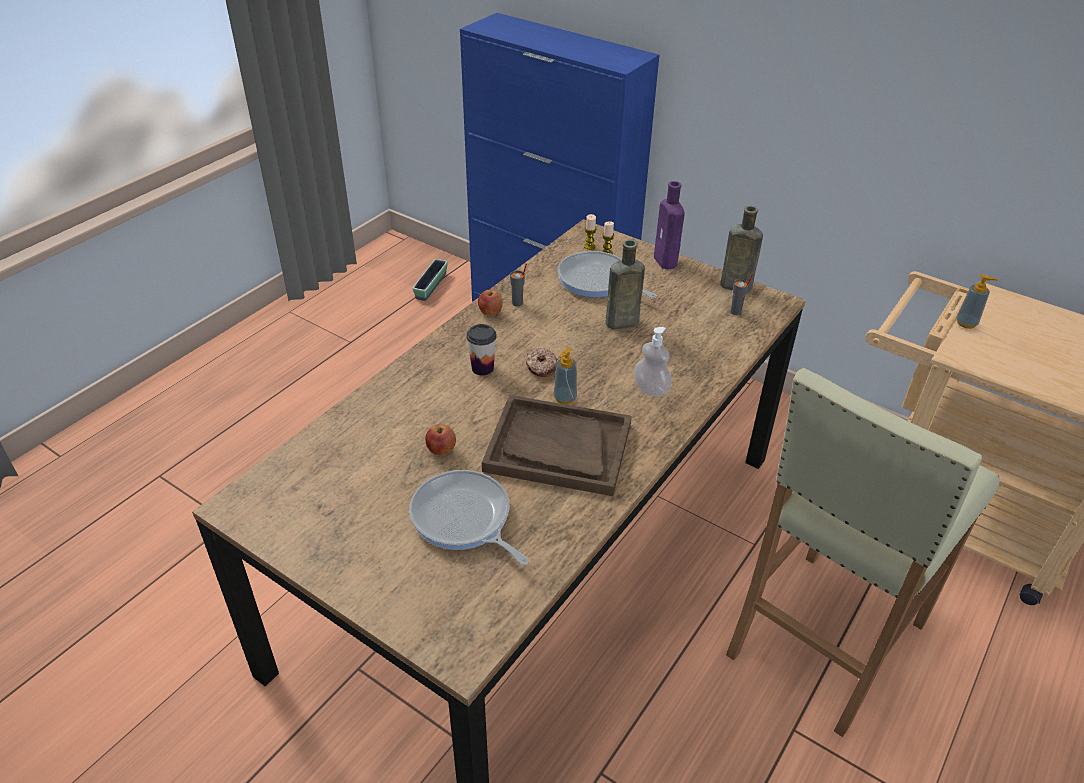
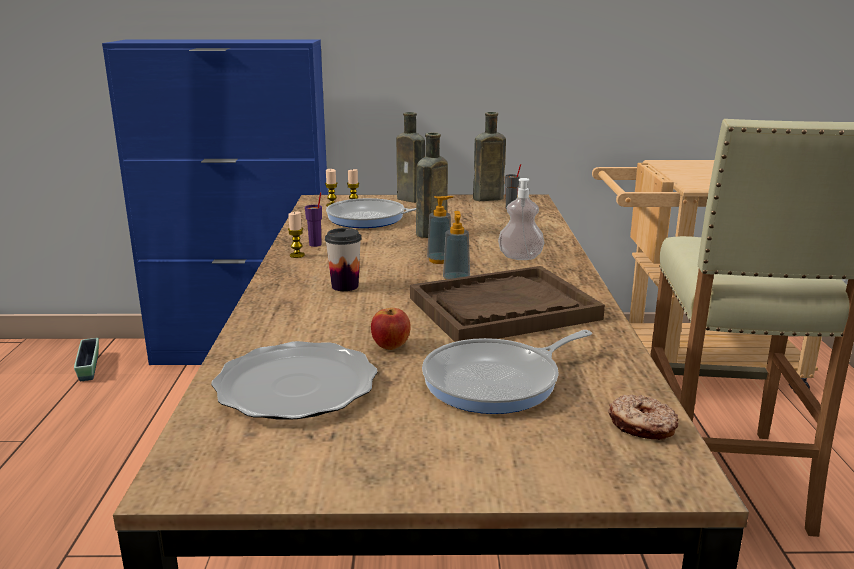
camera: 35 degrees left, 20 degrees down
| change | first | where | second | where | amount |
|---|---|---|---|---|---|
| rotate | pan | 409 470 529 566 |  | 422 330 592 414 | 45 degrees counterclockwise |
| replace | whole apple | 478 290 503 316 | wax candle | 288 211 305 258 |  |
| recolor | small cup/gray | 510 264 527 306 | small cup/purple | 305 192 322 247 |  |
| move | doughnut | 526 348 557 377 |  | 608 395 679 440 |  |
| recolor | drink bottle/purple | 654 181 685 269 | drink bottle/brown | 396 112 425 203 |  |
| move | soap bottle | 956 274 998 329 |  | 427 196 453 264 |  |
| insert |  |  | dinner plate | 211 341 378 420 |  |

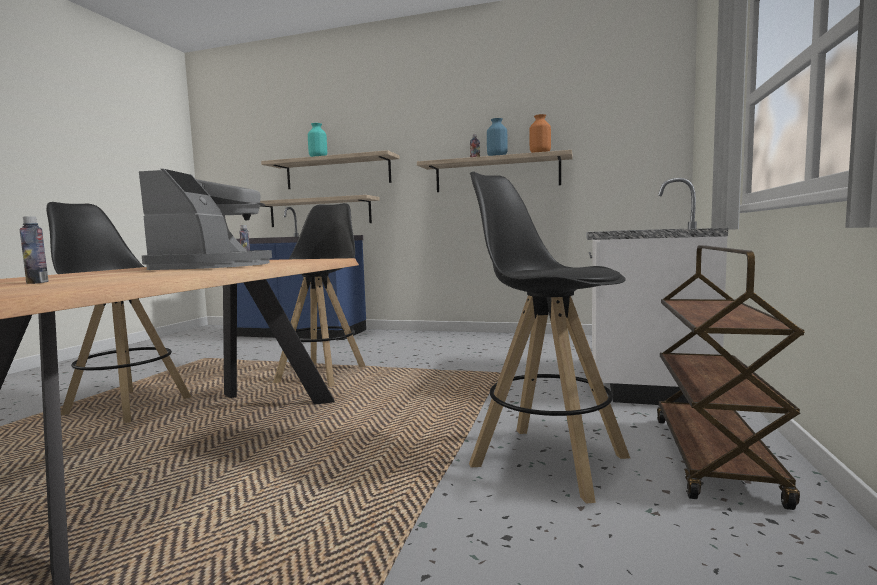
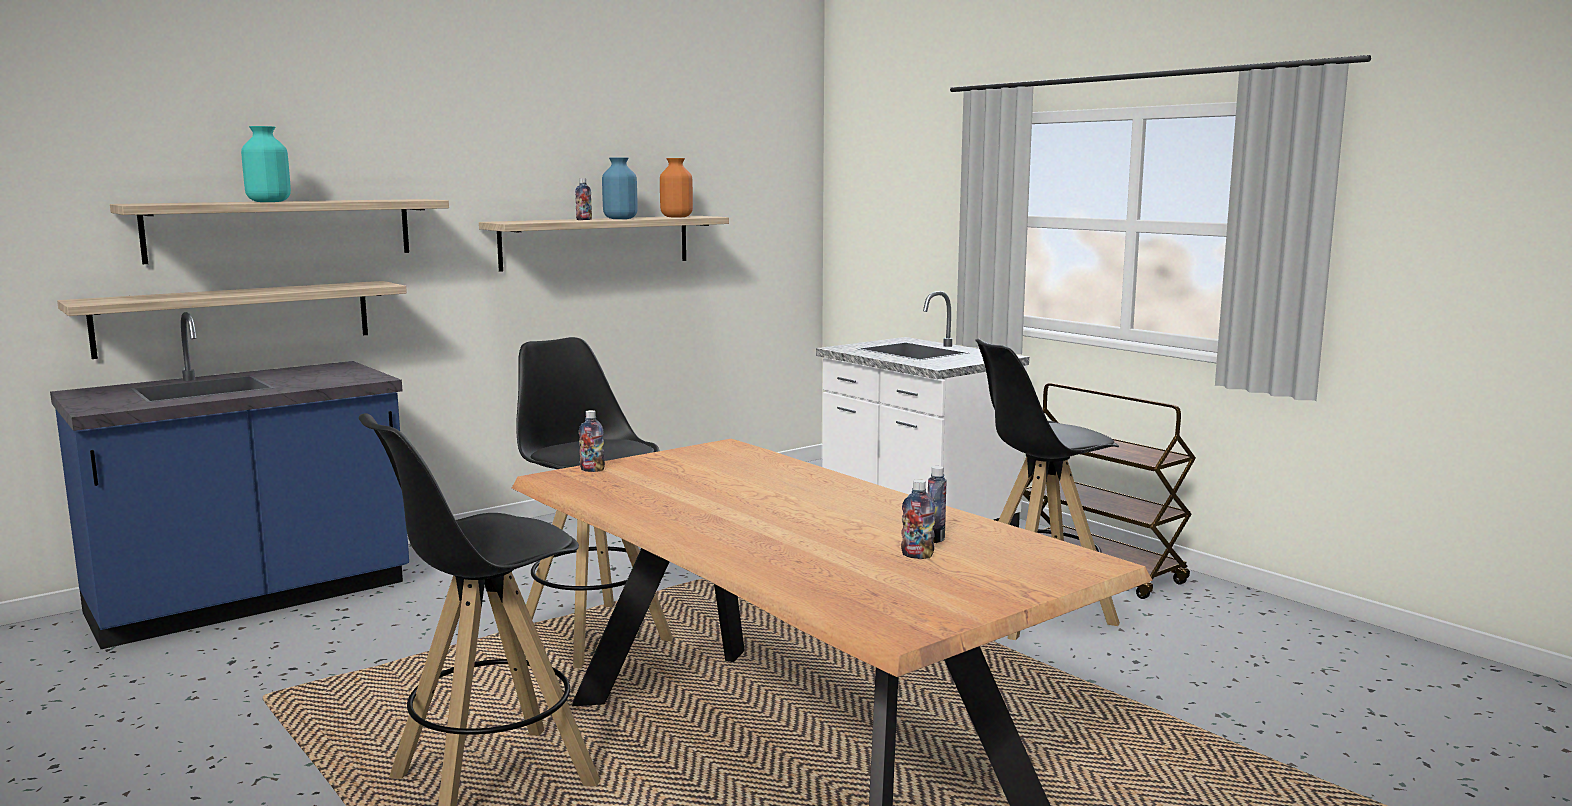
camera: 55 degrees left, 5 degrees up
| change | first | where | second | where | amount |
|---|---|---|---|---|---|
| delete | coffee brewer | 139 169 272 270 |  |  |  |
| insert |  |  | drink bottle | 928 466 947 543 |  |

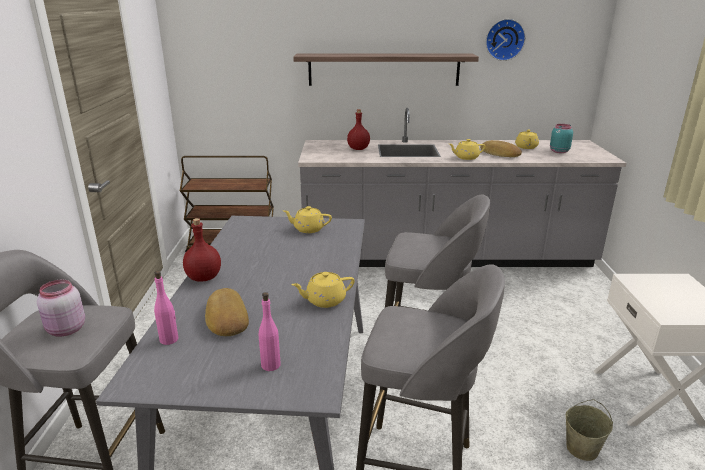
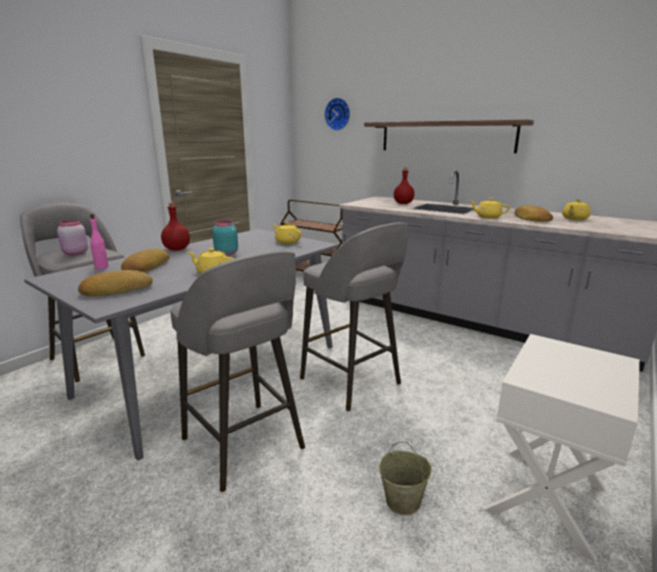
camera: 35 degrees right, 5 degrees down
| change | first | where | second | where | amount |
|---|---|---|---|---|---|
| replace | drink bottle/pink | 259 292 280 371 | bakery bread | 78 270 153 296 |  |
| move | hanging clock | 486 19 526 61 |  | 324 98 350 131 |  |
| move | jar/blue-green | 550 124 573 153 |  | 212 220 238 256 |  |

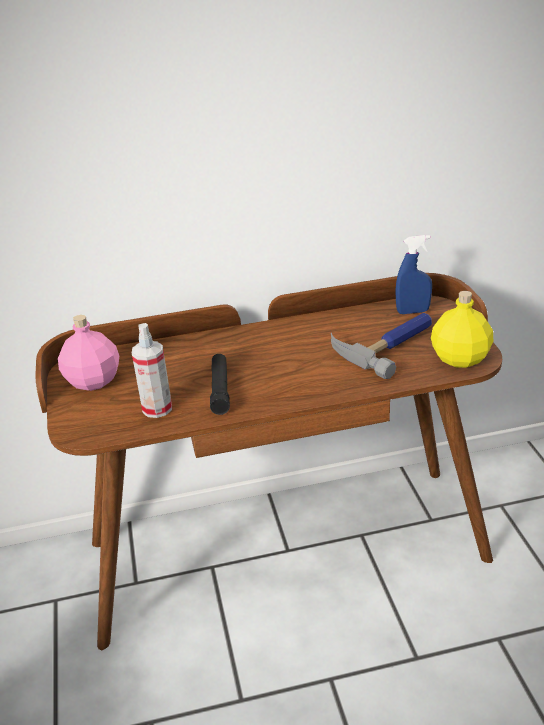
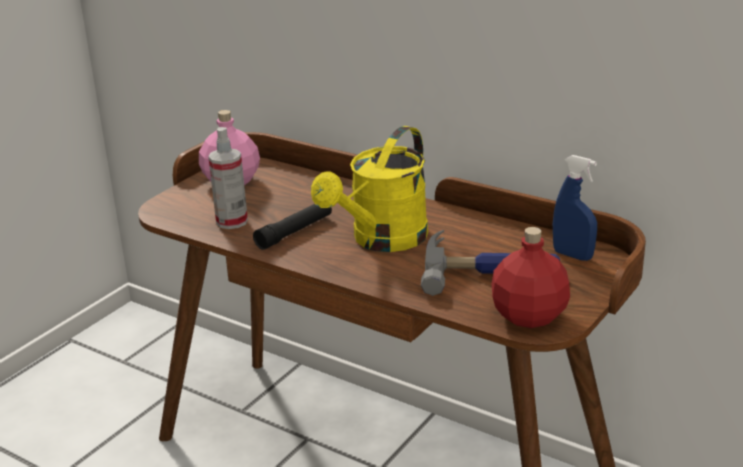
camera: 45 degrees right, 5 degrees down
| change | first | where | second | where | amount |
|---|---|---|---|---|---|
| recolor | drink bottle/yellow | 431 291 493 368 | drink bottle/red | 491 227 570 328 |  |
| insert |  |  | watering pot/yellow | 311 126 428 252 |  |

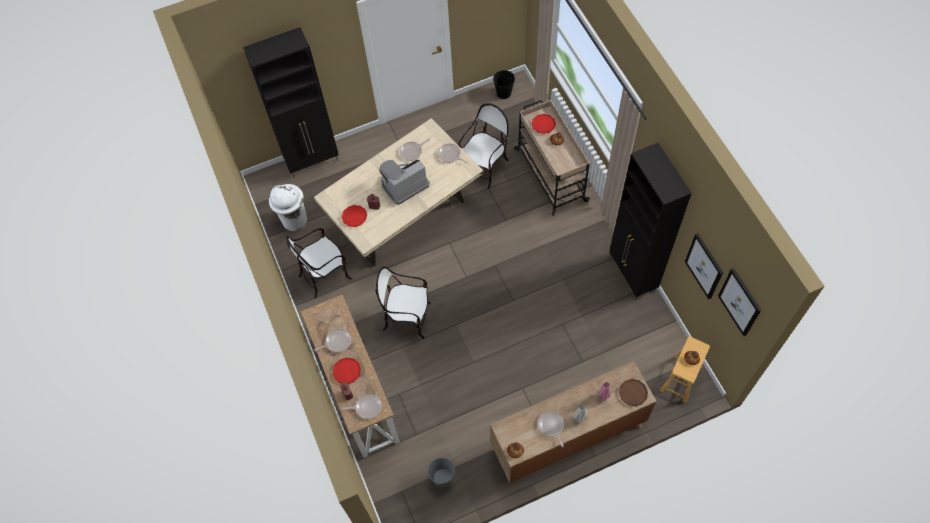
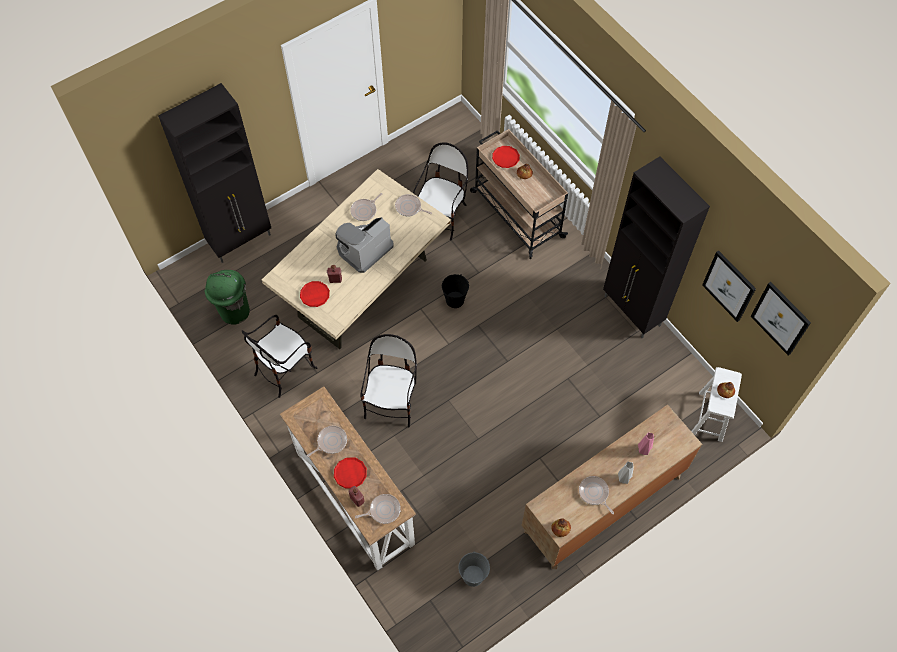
camera: 15 degrees left, 0 degrees up
| change | first | where | second | where | amount |
|---|---|---|---|---|---|
| recolor | waste bin/white-coloured | 269 184 307 231 | waste bin/green-coloured | 205 270 250 325 |  |
| rotate | plain chair | 375 266 431 339 |  | 360 334 417 427 | 105 degrees clockwise |
| move | bucket/black | 493 70 515 99 |  | 442 274 469 308 |  |
| delete | dinner plate/brown | 619 379 648 406 |  |  |  |
| recolor | sitting stool/brown | 660 336 710 403 | sitting stool/white-coloured | 691 367 742 442 |  |

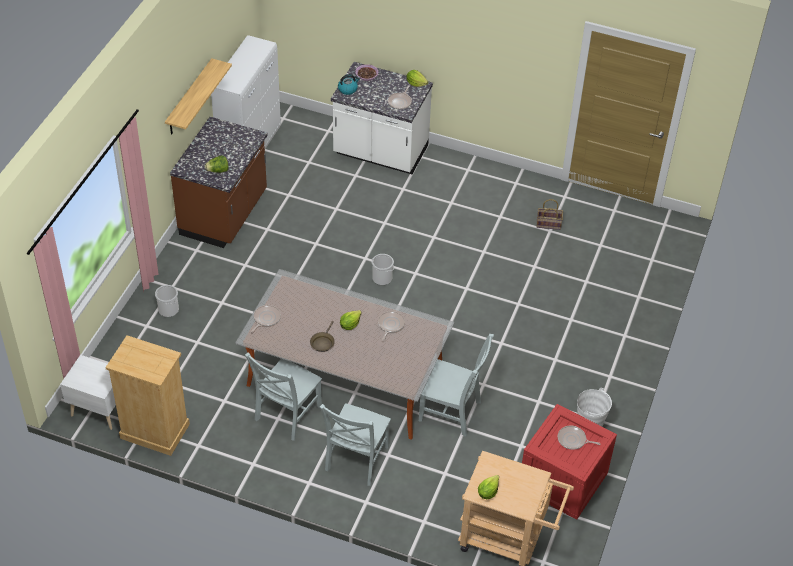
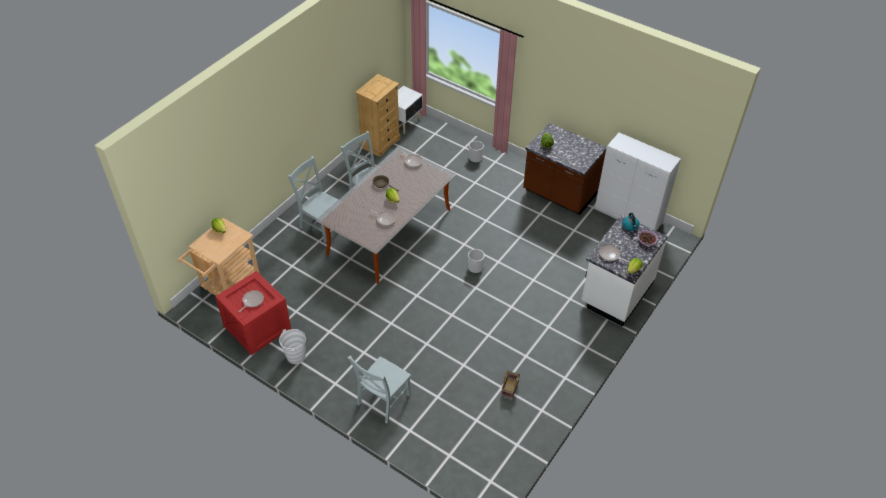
camera: 105 degrees right, 0 degrees up
| change | first | where | second | where | amount |
|---|---|---|---|---|---|
| delete | wall shelf | 165 58 232 135 |  |  |  |
| move | plain chair/gray | 419 334 494 437 |  | 348 355 411 423 |  |

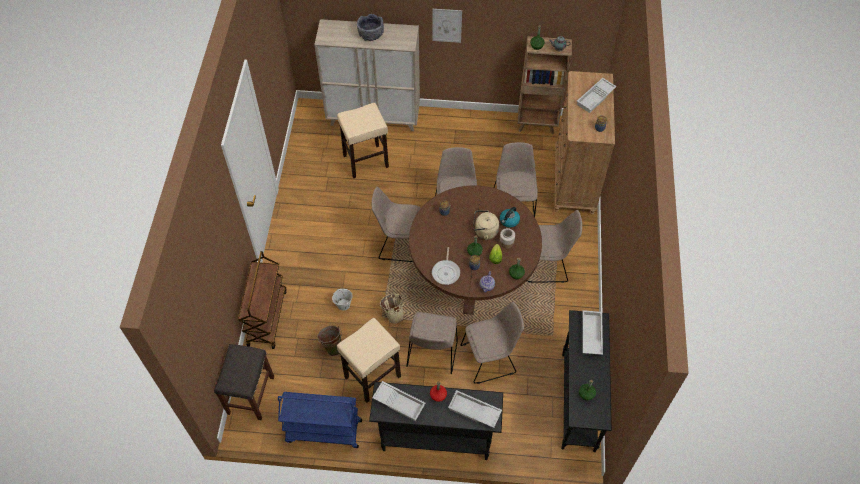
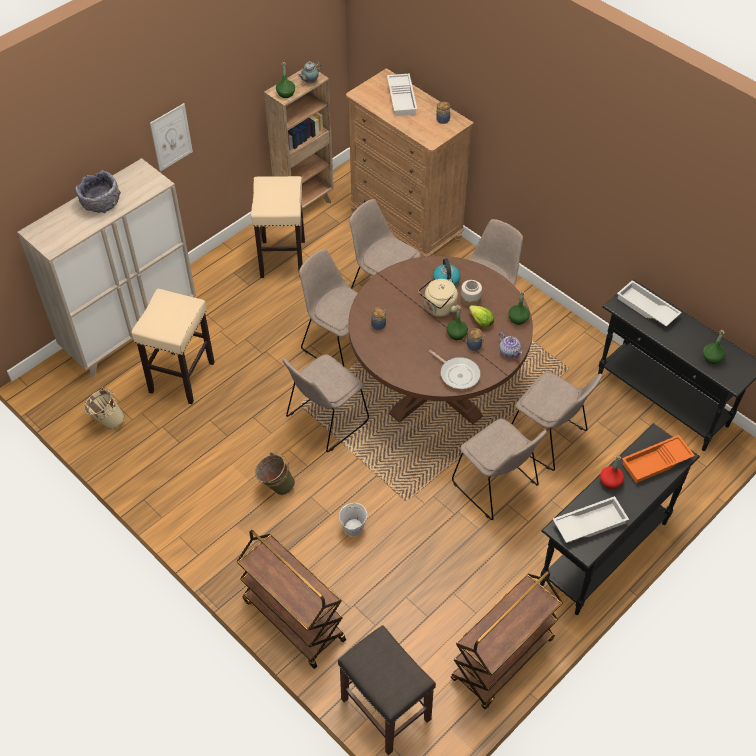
camera: 50 degrees left, 5 degrees down
| change | first | where | second | where | amount |
|---|---|---|---|---|---|
| recolor | cart/blue-coloured | 278 392 362 448 | cart/brown | 451 571 563 709 |  |
| move | bucket/green-coloured | 317 326 342 356 |  | 255 453 295 495 |  |
| move | sitting stool/sand-coloured | 337 318 401 403 |  | 251 176 305 278 |  |
| move | bucket/sand-coloured | 380 294 404 324 |  | 84 388 125 429 |  |
| recolor | serving tray/white-coloured | 448 390 502 428 | serving tray/orange | 622 435 695 483 |  |
| rotate | plain chair/sand-coloured | 460 302 524 384 |  | 512 372 602 471 | 105 degrees clockwise |

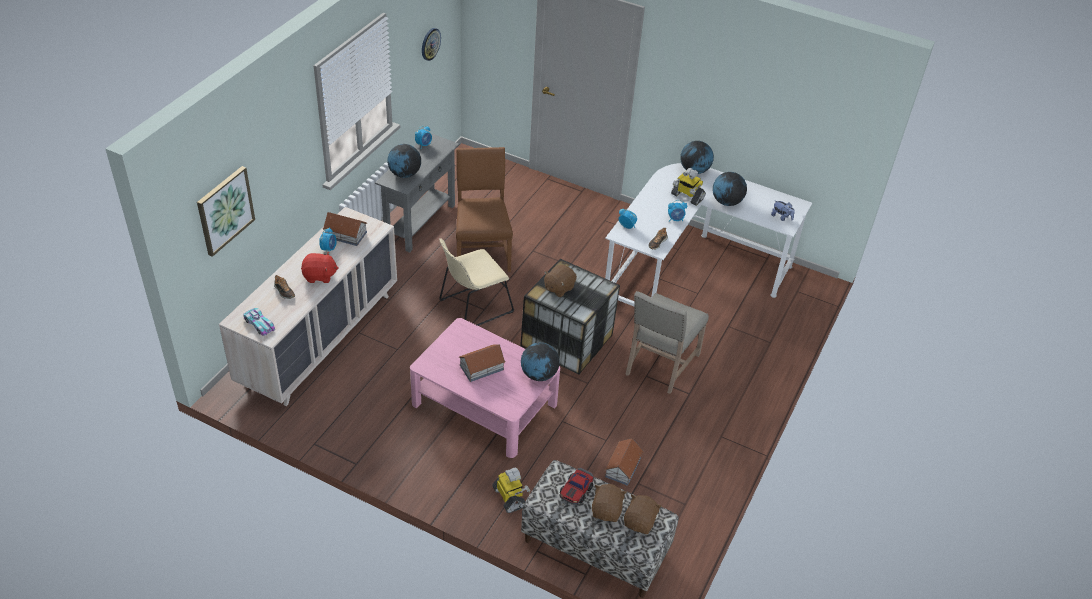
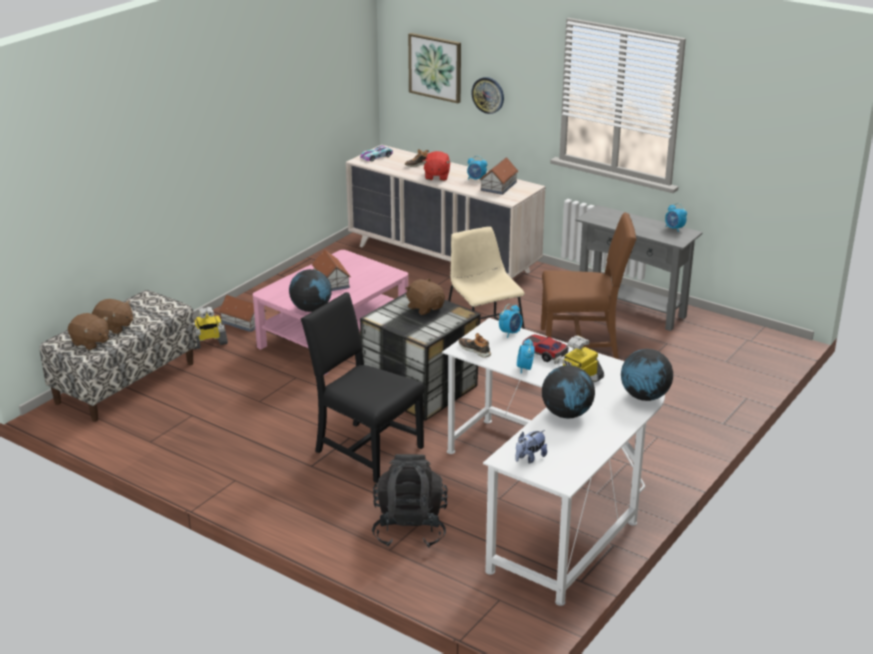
camera: 100 degrees right, 15 degrees down
| change | first | where | second | where | amount |
|---|---|---|---|---|---|
| delete | world globe | 387 144 421 178 |  |  |  |
| move | hanging clock | 422 28 441 61 |  | 471 77 504 114 |  |
| move | model car | 559 468 594 505 |  | 522 334 568 362 |  |
| move | model house | 605 438 643 486 |  | 219 295 267 332 |  |
| recolor | plain chair/sand-coloured | 625 291 709 394 | plain chair/black | 301 292 425 483 |  |
| insert |  |  | backpack/black | 372 454 448 548 |  |

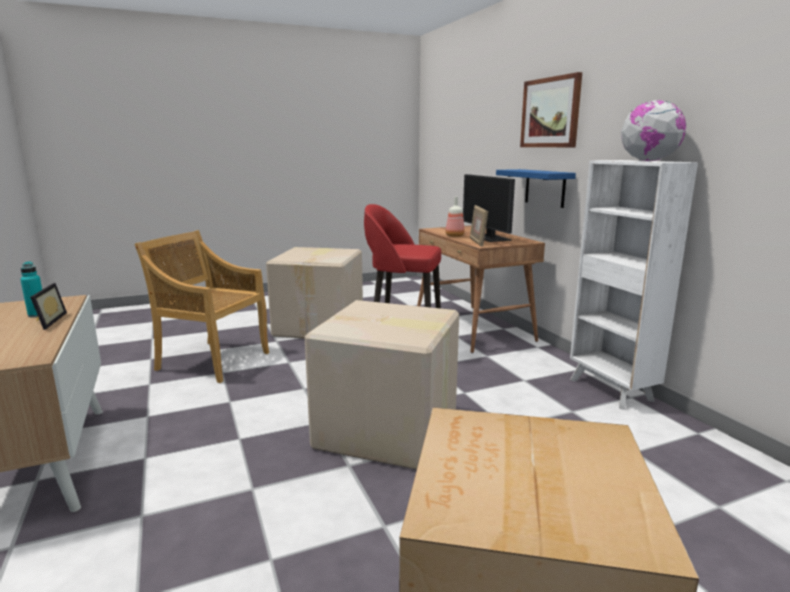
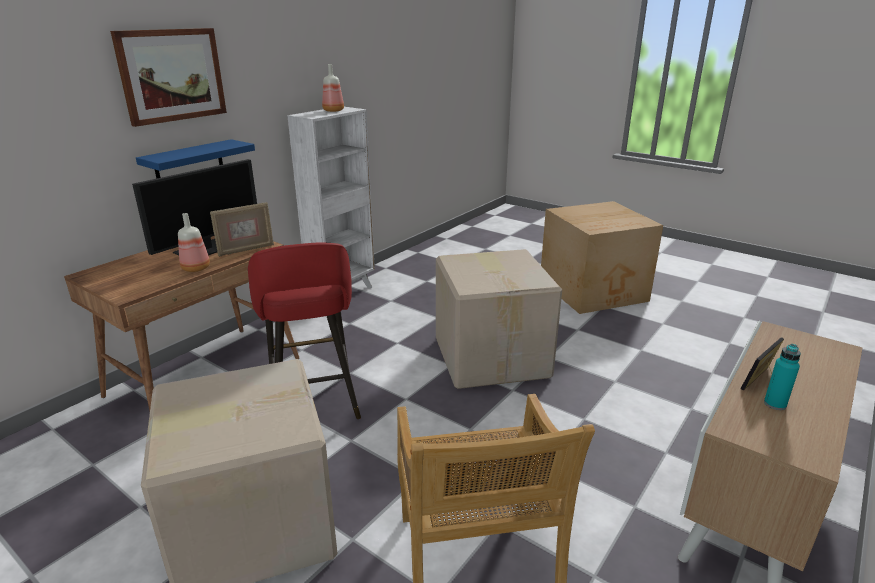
camera: 120 degrees left, 10 degrees up
| change | first | where | second | where | amount |
|---|---|---|---|---|---|
| replace | world globe | 621 100 686 161 | drink bottle | 322 64 344 112 |  |

